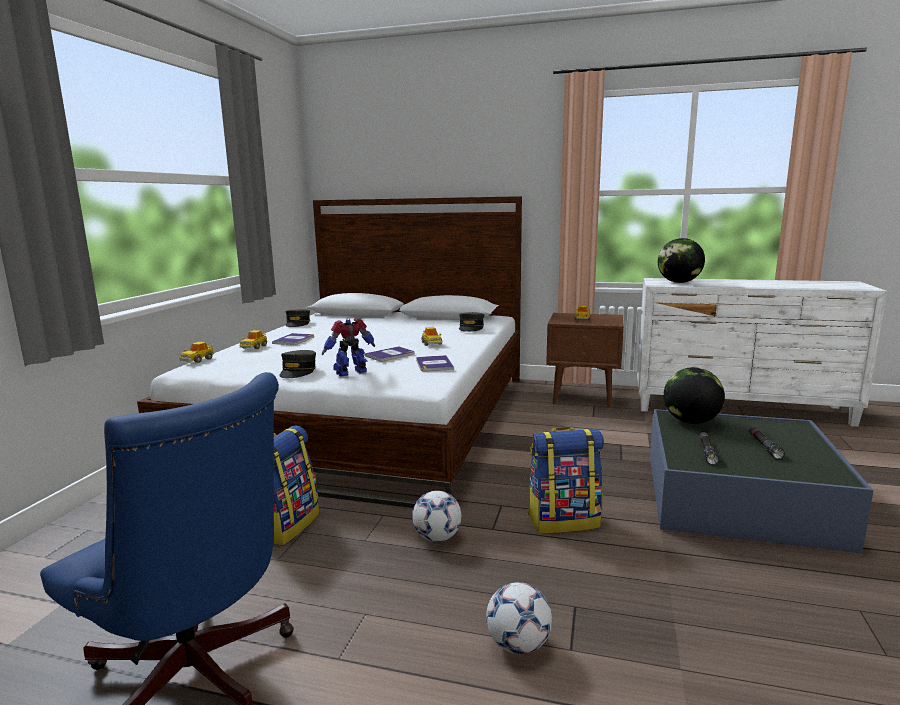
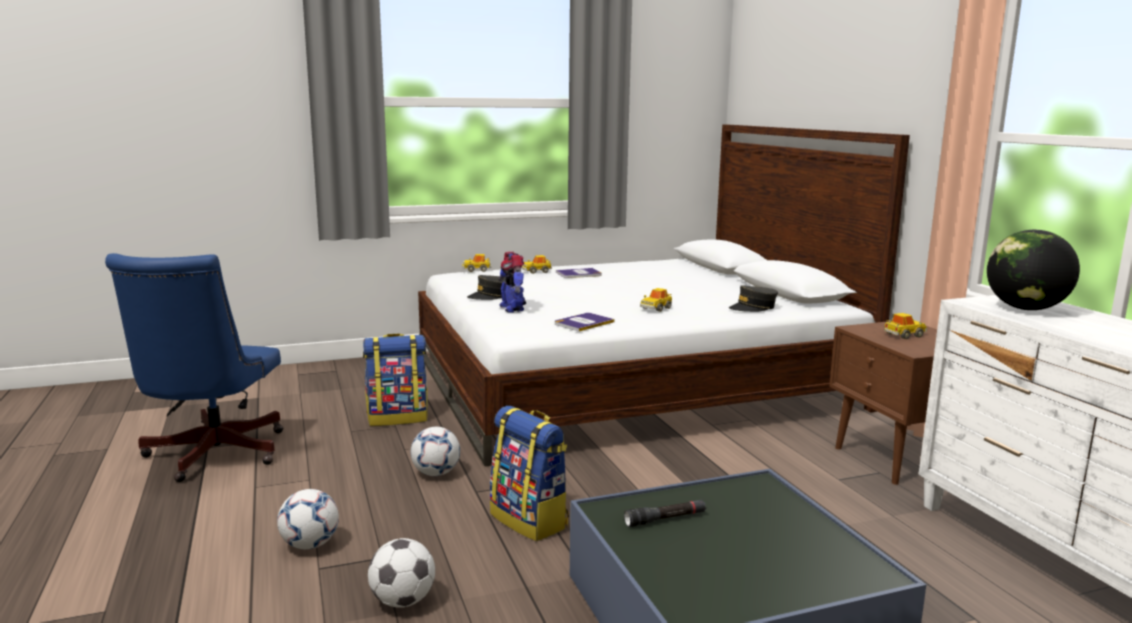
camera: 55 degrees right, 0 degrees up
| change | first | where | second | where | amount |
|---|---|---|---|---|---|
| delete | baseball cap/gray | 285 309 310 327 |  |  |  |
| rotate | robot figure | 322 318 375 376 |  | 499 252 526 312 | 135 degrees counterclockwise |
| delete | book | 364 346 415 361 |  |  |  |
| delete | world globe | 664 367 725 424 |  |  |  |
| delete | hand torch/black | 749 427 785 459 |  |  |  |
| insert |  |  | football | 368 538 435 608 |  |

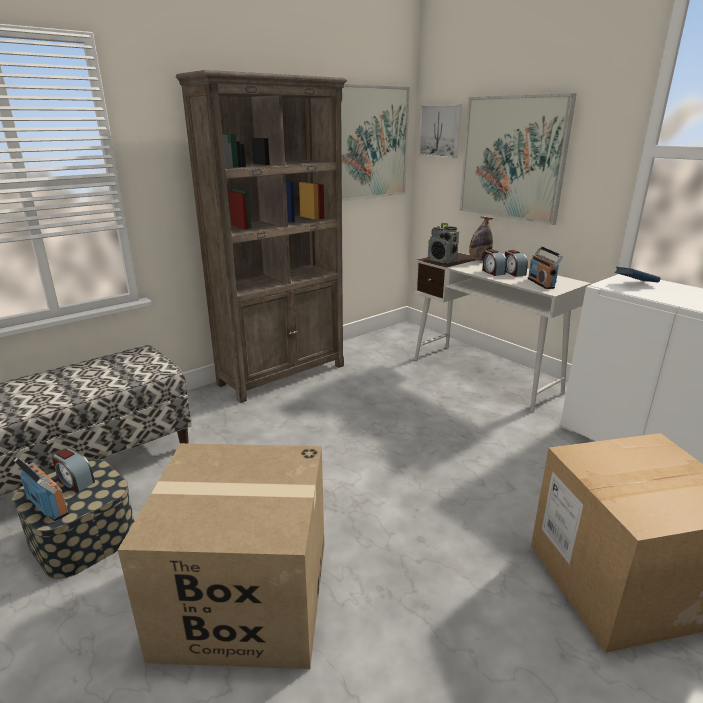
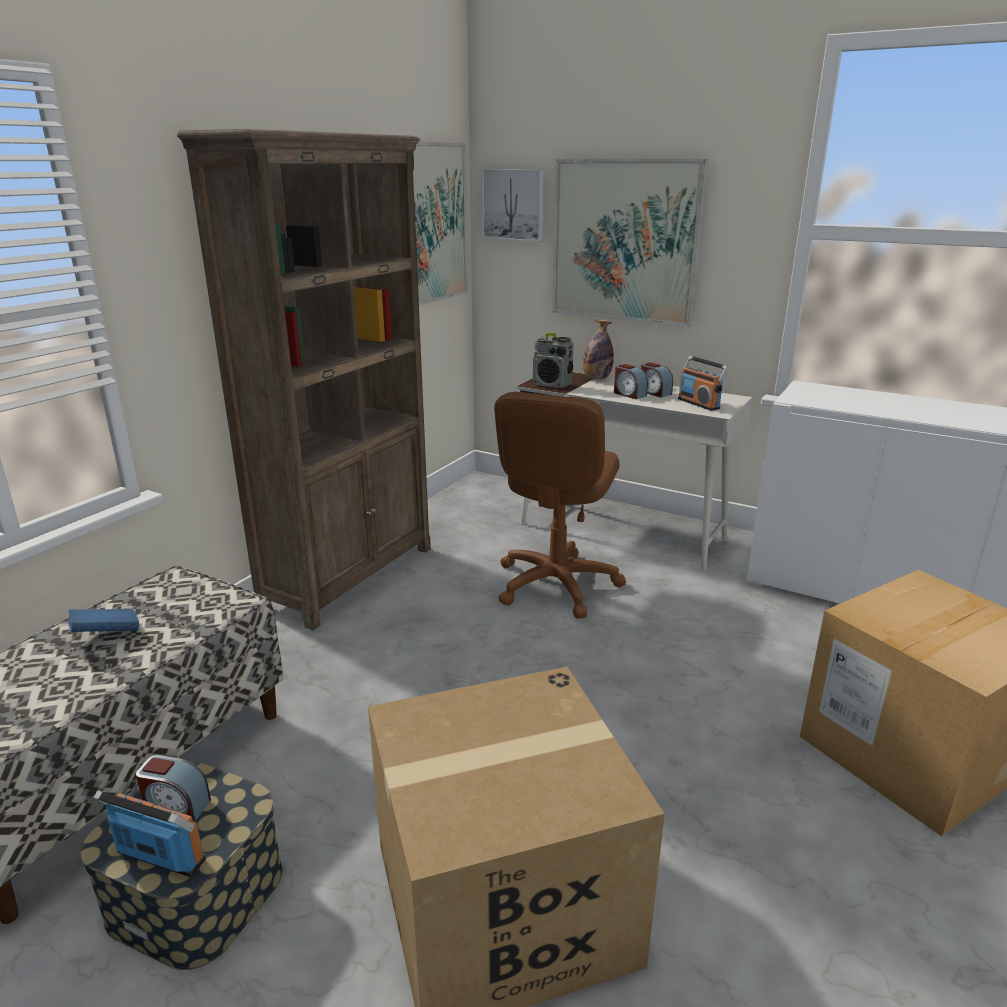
camera: 20 degrees left, 0 degrees up
| change | first | where | second | where | amount |
|---|---|---|---|---|---|
| move | book/blue-coloured | 615 267 661 282 |  | 67 609 139 632 |  |
| insert |  |  | computer chair/brown | 494 392 626 618 |  |

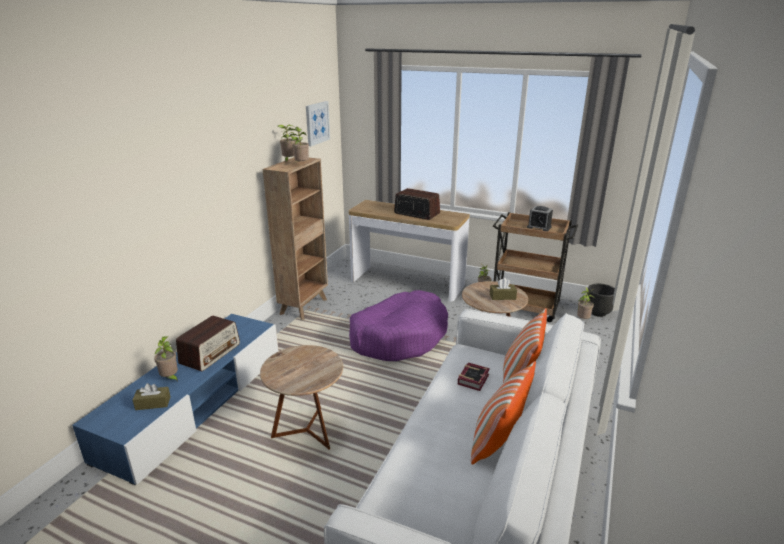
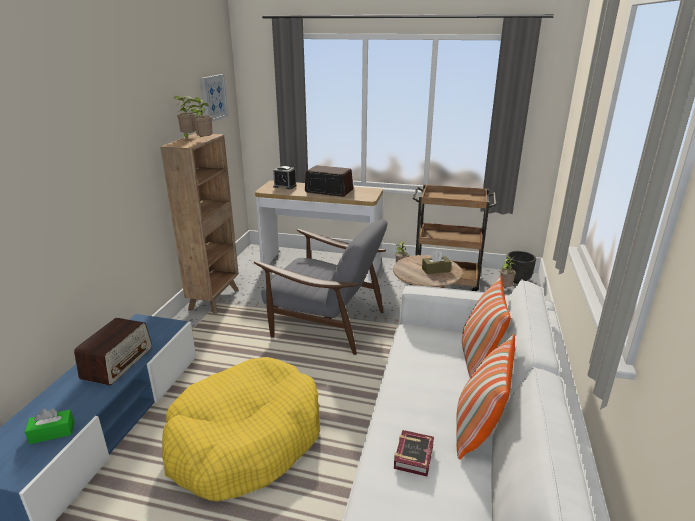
camera: 10 degrees left, 0 degrees up
| change | first | where | second | where | amount |
|---|---|---|---|---|---|
| recolor | tissue holder/brown | 133 383 171 410 | tissue holder/green-coloured | 25 409 74 444 |  |
| delete | houseplant | 154 336 178 382 |  |  |  |
| replace | end table/brown | 260 345 343 450 | dog bed/yellow | 162 357 320 501 |  |
| replace | dog bed/purple | 349 290 448 361 | lounge chair/gray | 254 219 388 355 |  |
| move | book | 458 363 490 391 |  | 394 430 434 476 |  |
| move | table clock | 527 206 553 231 |  | 273 166 297 189 |  |

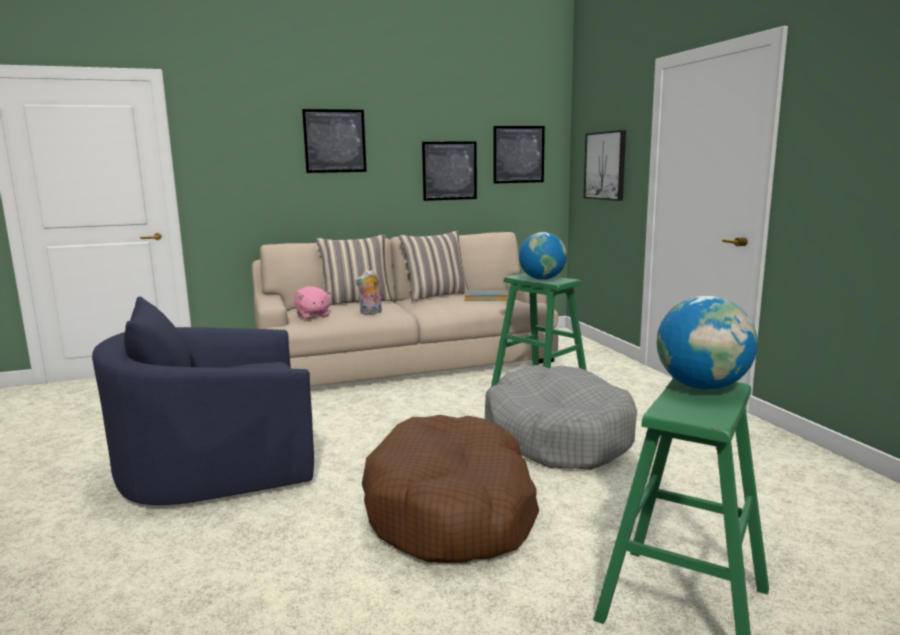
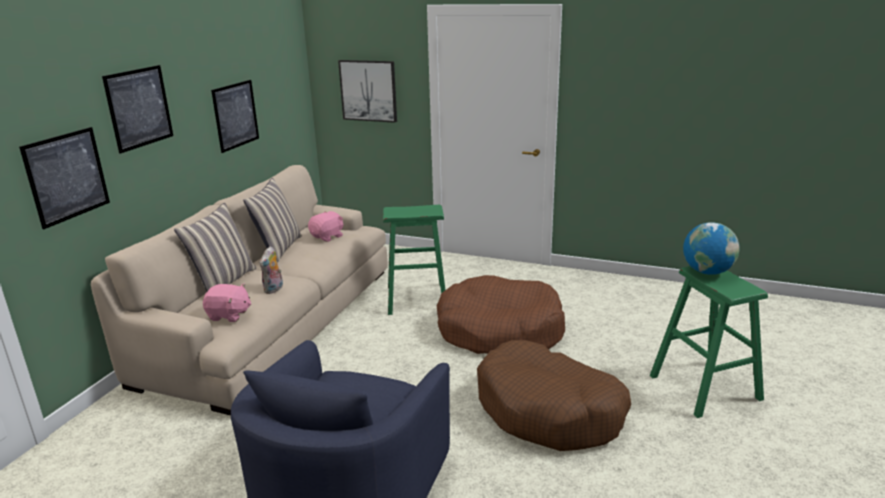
camera: 50 degrees left, 10 degrees up
| change | first | where | second | where | amount |
|---|---|---|---|---|---|
| replace | book | 465 290 508 301 | cuddly toy/pink | 308 211 344 242 |  |
| recolor | dog bed/gray | 485 365 637 470 | dog bed/brown | 437 275 565 354 |  |
| move | wall picture | 494 126 545 184 |  | 19 127 110 229 |  |
| delete | world globe | 519 232 567 280 |  |  |  |

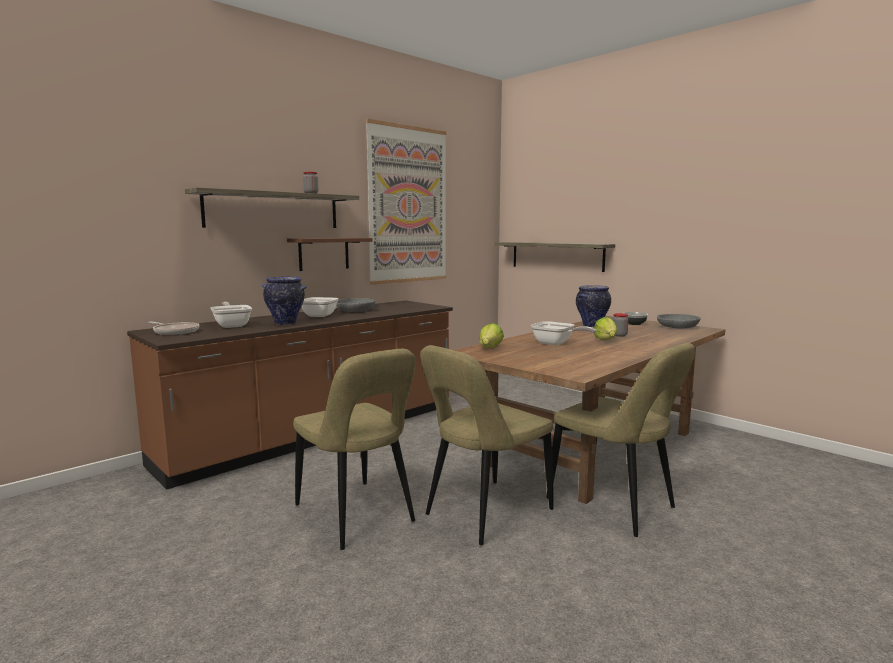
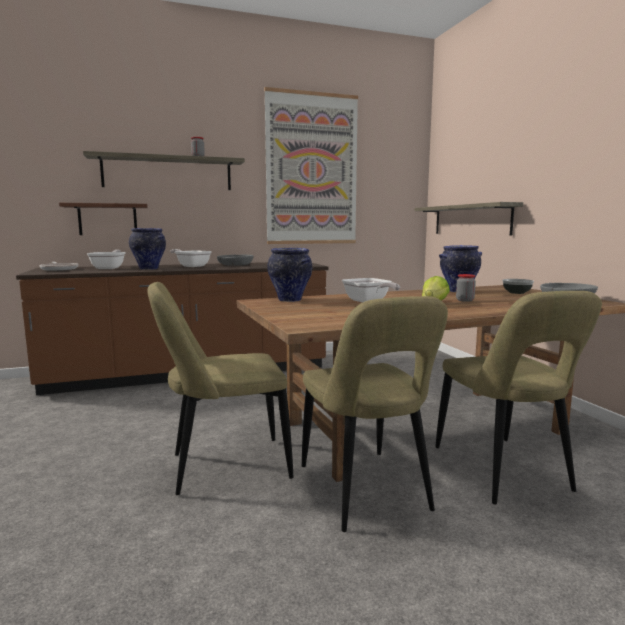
camera: 25 degrees right, 0 degrees up
| change | first | where | second | where | amount |
|---|---|---|---|---|---|
| move | wall shelf/brown | 287 238 372 271 |  | 59 203 148 235 |  |
| move | plain chair/sand-coloured | 293 349 416 550 |  | 435 291 602 505 |  |
| replace | lettuce | 479 323 504 348 | vase | 267 248 312 302 |  |

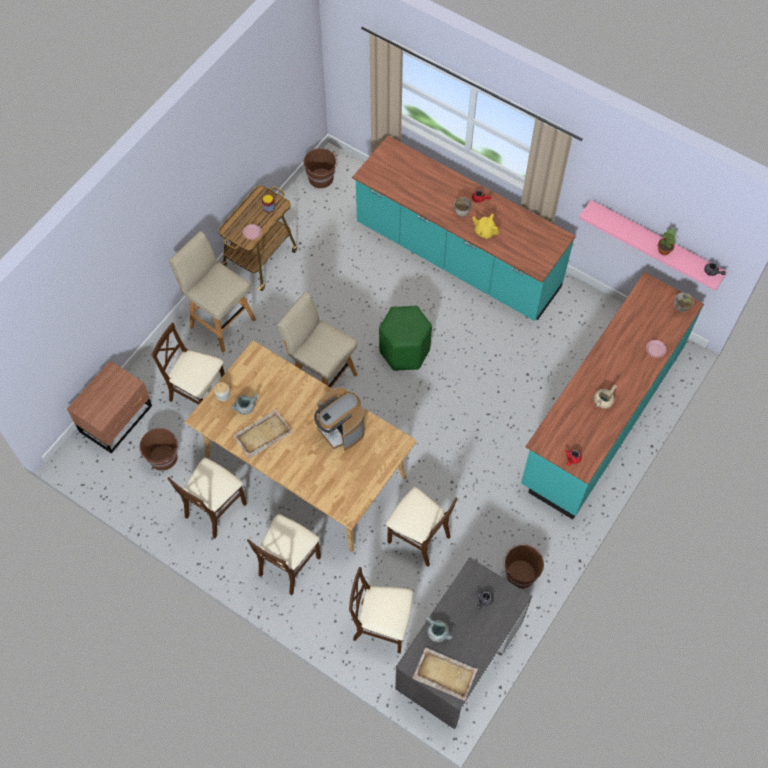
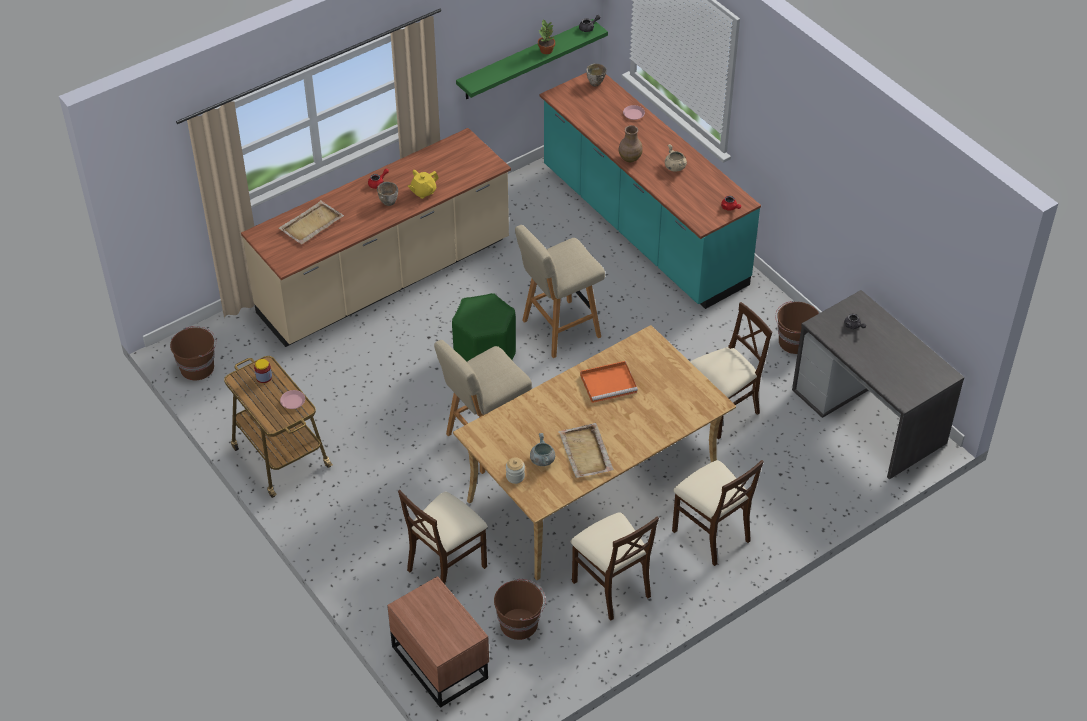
camera: 70 degrees left, 15 degrees down
| change | first | where | second | where | amount |
|---|---|---|---|---|---|
| move | sitting stool/sand-coloured | 169 231 256 353 |  | 515 225 605 358 |  |
| replace | coffee brewer | 314 387 364 451 | serving tray/orange | 580 361 638 403 |  |
| delete | plain chair/sand-coloured | 349 567 413 654 |  |  |  |
| recolor | kitchen counter/blue-green | 352 136 576 321 | kitchen counter/sand-coloured | 241 128 511 347 |  |
| move | serving tray/sand-coloured | 413 647 478 701 |  | 279 200 344 244 |  |
| delete | cooking pot/gray | 426 615 452 642 |  |  |  |
| recolor | wall shelf/pink | 579 200 728 291 | wall shelf/green-coloured | 456 19 608 99 |  |
| insert |  |  | vase/brown | 619 125 643 162 |  |

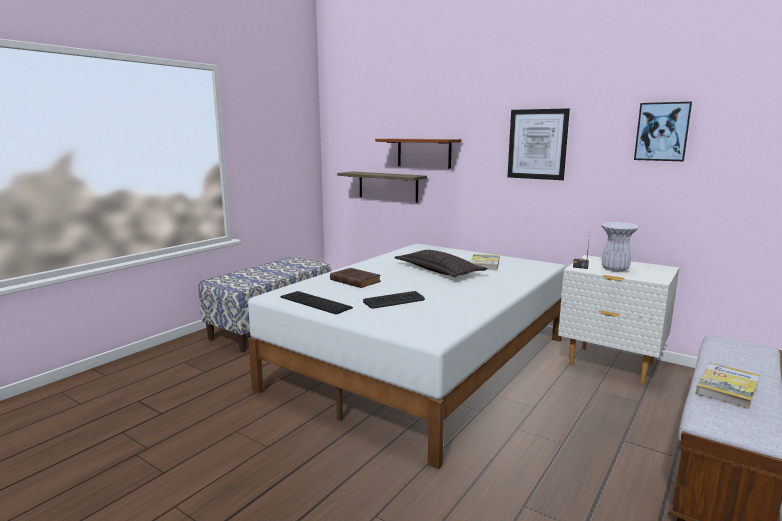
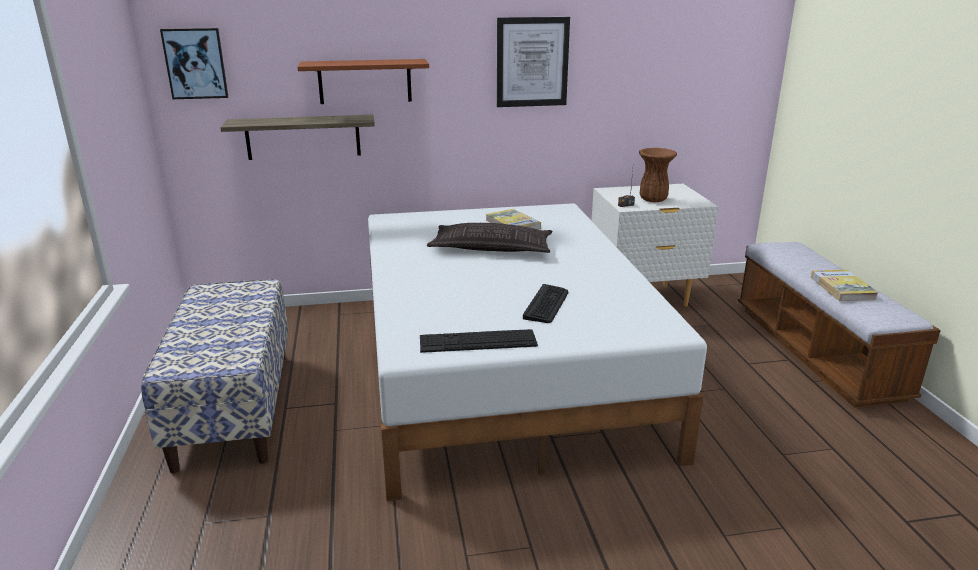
camera: 45 degrees left, 10 degrees up
| change | first | where | second | where | amount |
|---|---|---|---|---|---|
| delete | book/brown | 330 268 381 288 |  |  |  |
| recolor | vase/white-coloured | 601 222 639 272 | vase/brown | 639 148 677 202 |  |
| move | wall picture | 634 102 692 161 |  | 160 28 228 99 |  |

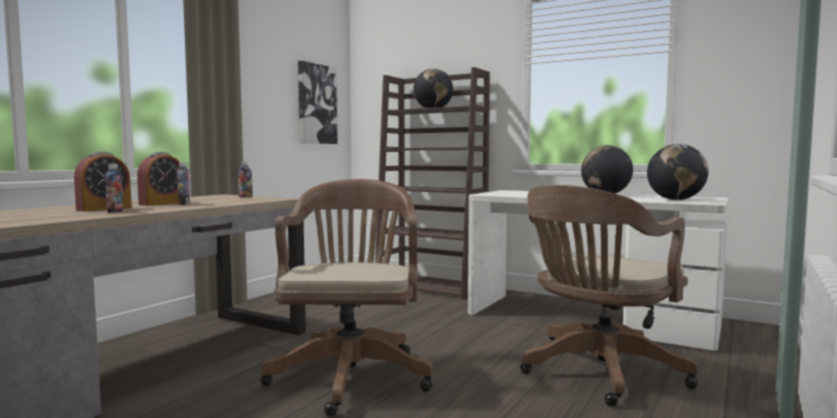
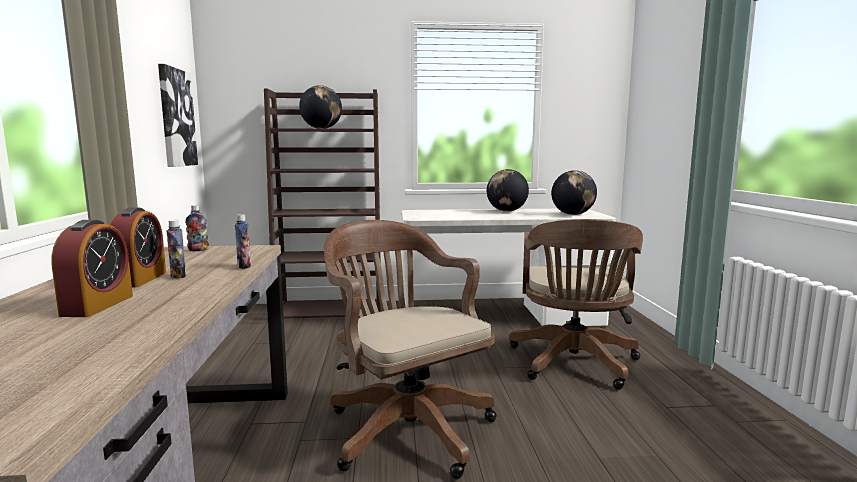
camera: 35 degrees left, 5 degrees up
| change | first | where | second | where | amount |
|---|---|---|---|---|---|
| move | drink bottle | 105 164 124 213 |  | 235 214 251 269 |  |

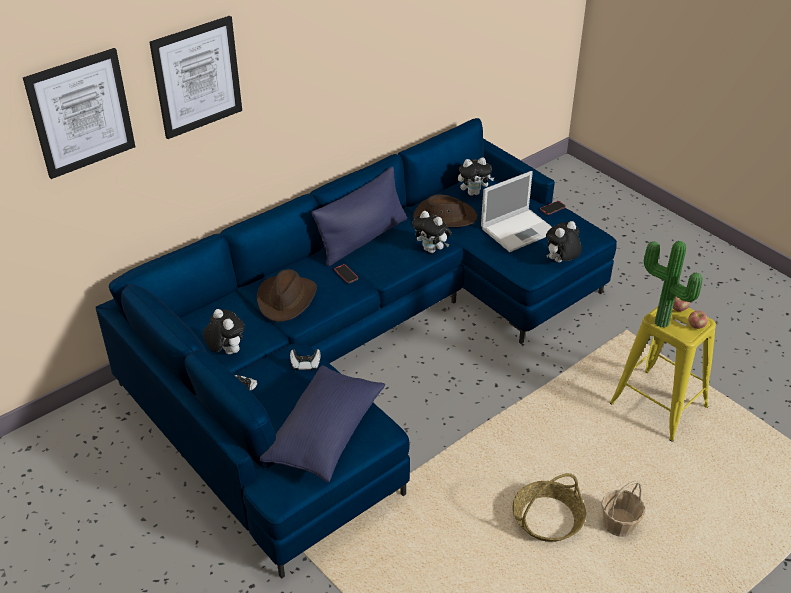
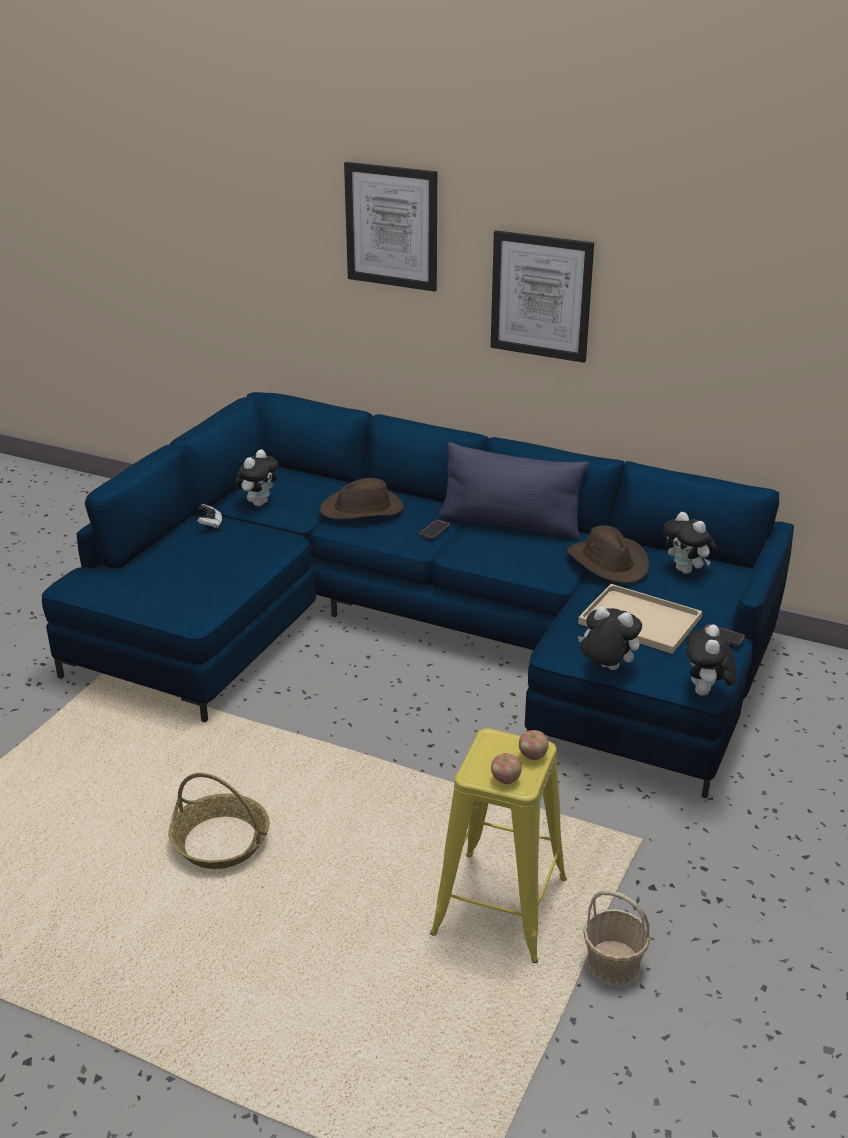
camera: 65 degrees right, 10 degrees down
| change | first | where | second | where | amount |
|---|---|---|---|---|---|
| move | wall picture | 23 48 135 179 |  | 491 230 594 363 |  |
| delete | throw pillow/blue-coloured | 260 366 385 482 |  |  |  |
| delete | gamepad | 290 349 321 370 |  |  |  |
| move | cuddly toy | 412 211 452 253 |  | 687 624 737 696 |  |
| replace | laptop | 481 171 552 252 | serving tray/sand-coloured | 578 584 702 654 |  |
| move | basket | 601 481 645 537 |  | 583 890 650 985 |  |
| delete | houseplant | 644 241 703 328 |  |  |  |

